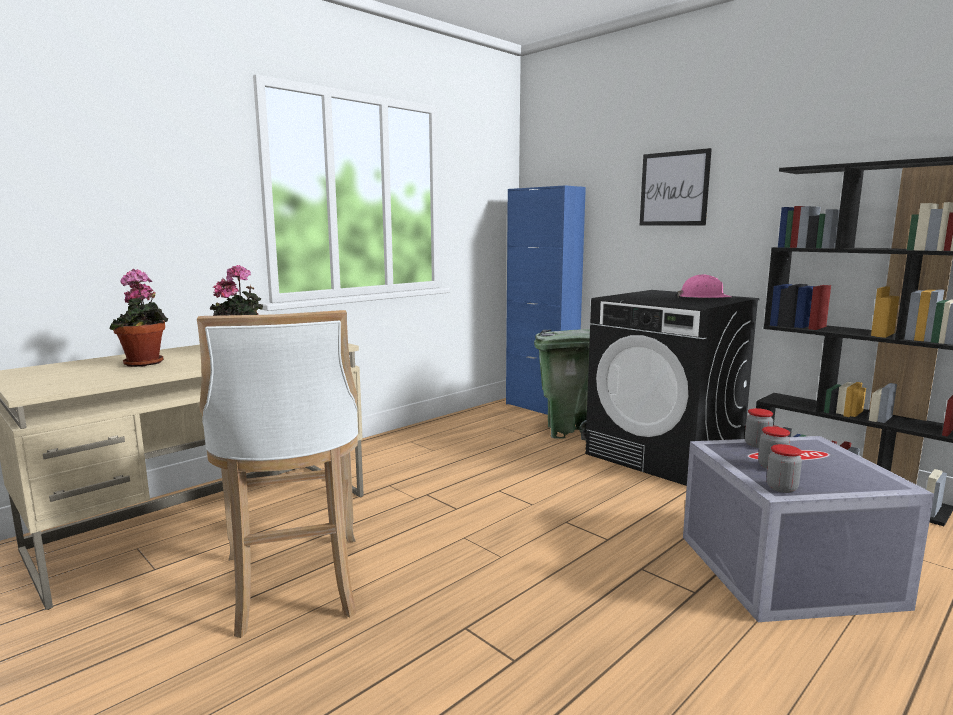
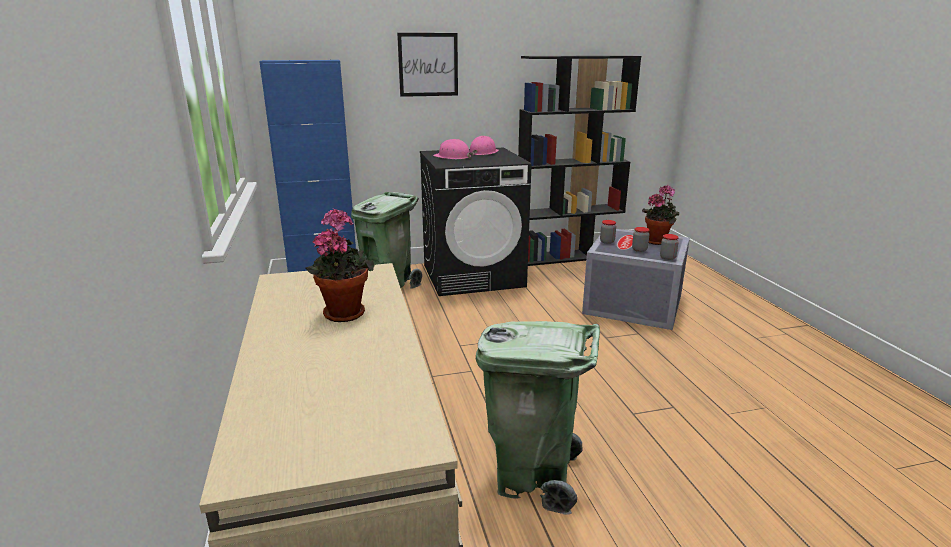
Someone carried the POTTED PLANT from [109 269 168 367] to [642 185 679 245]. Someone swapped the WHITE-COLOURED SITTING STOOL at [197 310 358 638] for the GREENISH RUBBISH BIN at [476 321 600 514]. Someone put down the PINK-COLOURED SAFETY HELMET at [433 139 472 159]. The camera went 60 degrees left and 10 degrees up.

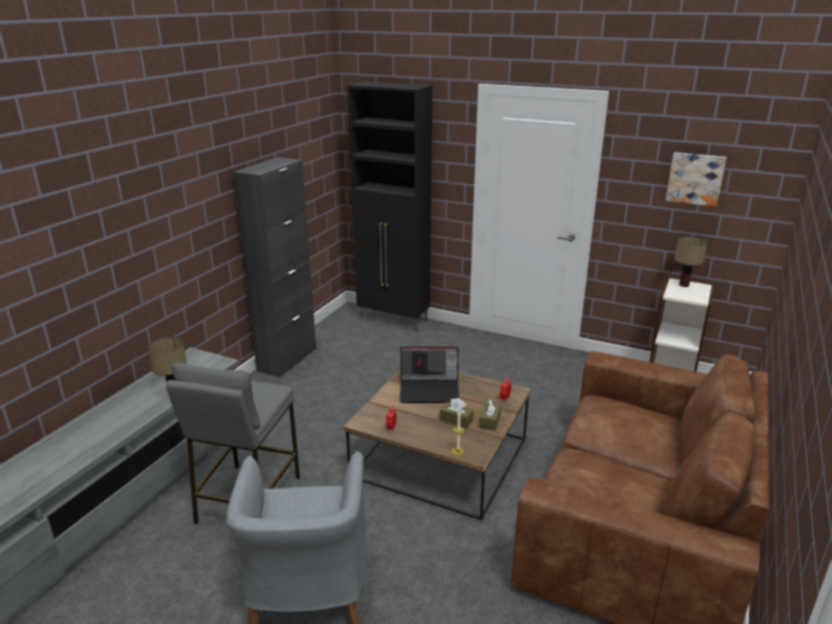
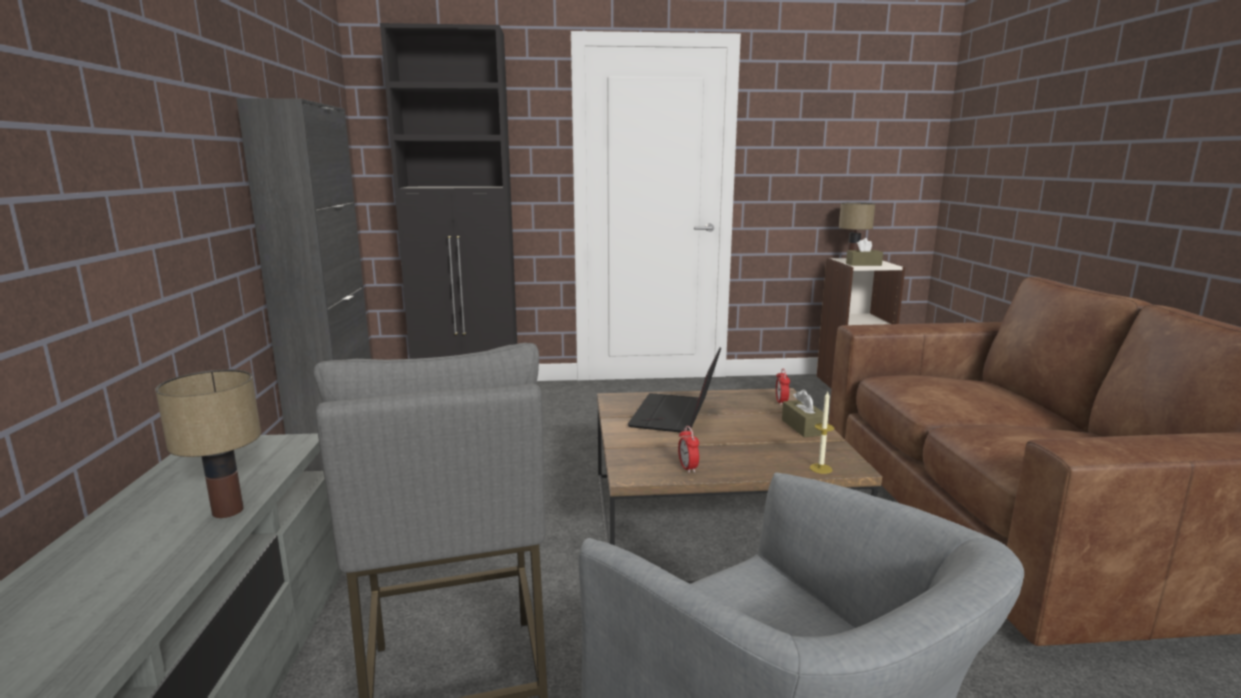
Someone took away the WALL ART at [665 152 727 207]. Someone rotated the NOTEBOOK COMPUTER at [400 347 459 403] by 135 degrees clockwise. Someone carried the BROWNISH TISSUE BOX from [440 398 474 428] to [846 238 883 266]. The camera went 30 degrees left and 10 degrees down.

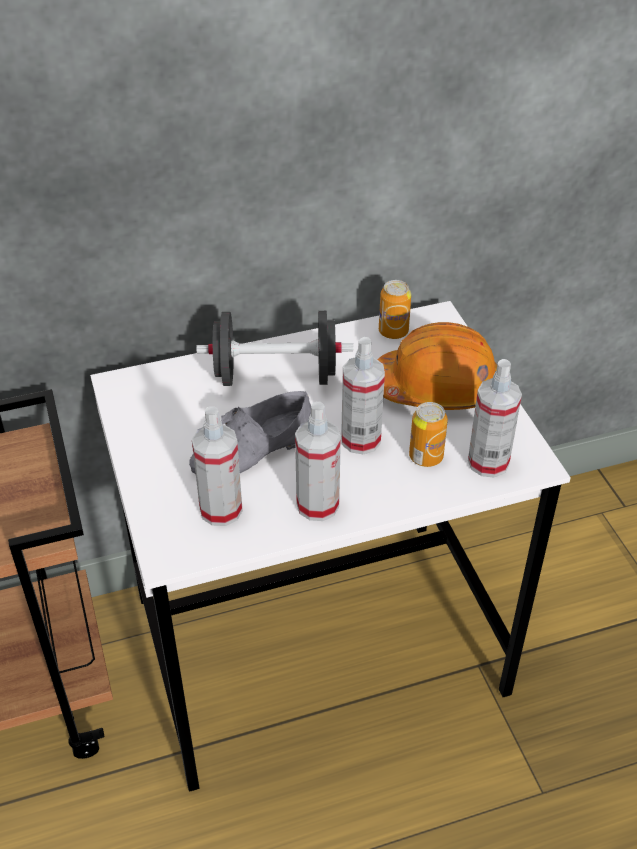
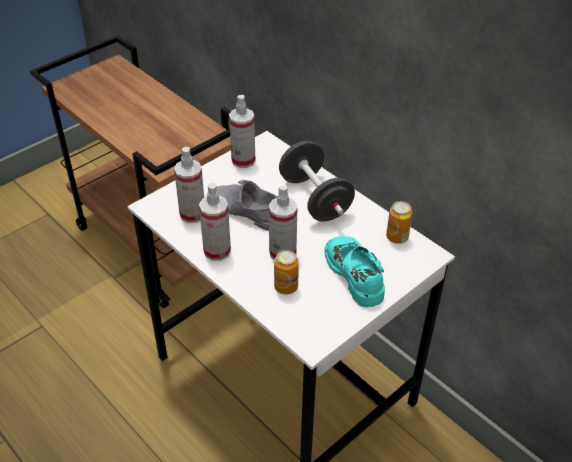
Someone swapped the ORANGEY SAFETY HELMET at [378 322 497 410] for the BLUE-GREEN SHOE at [324 236 385 307]. Someone carried the SPRAYER from [468 359 522 478] to [229 95 255 168]. The camera went 65 degrees right and 0 degrees up.

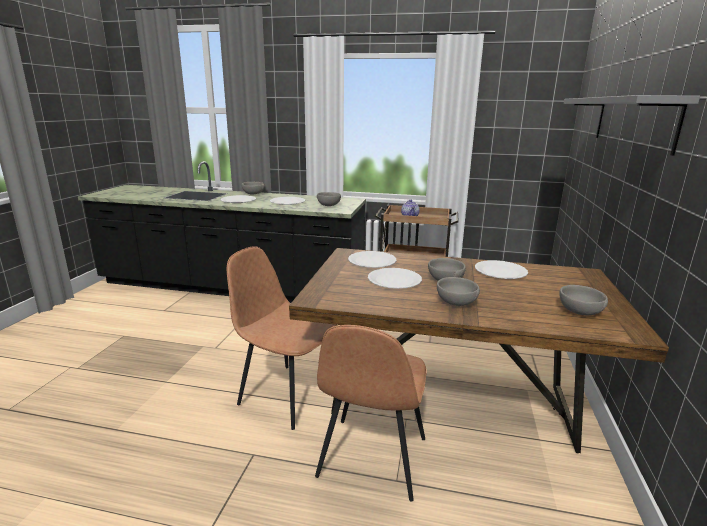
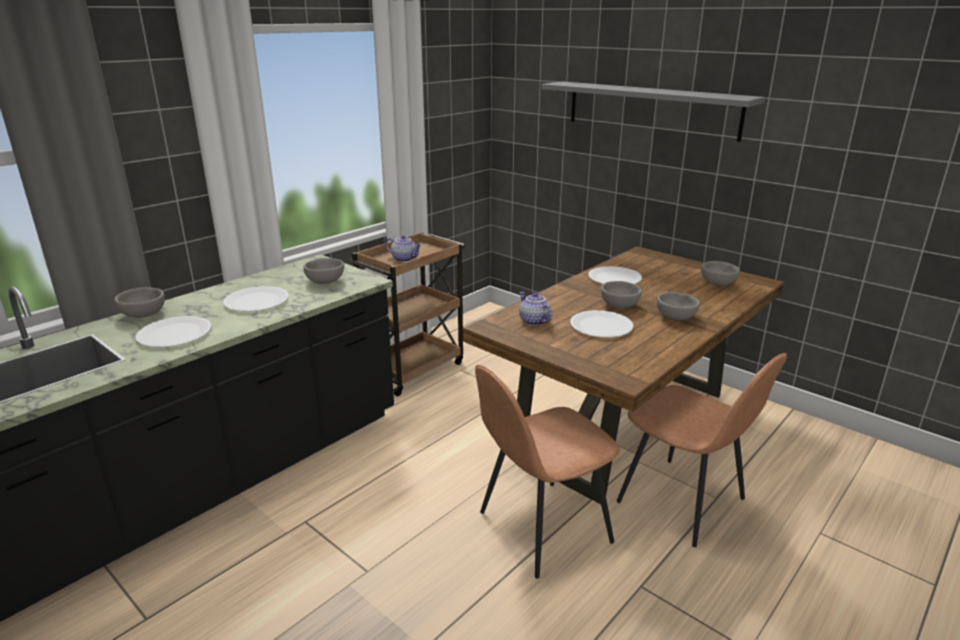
Someone swapped the WHITE-COLOURED PLATE at [348 251 396 268] for the POT FOR TEA at [519 292 552 326]. The camera went 60 degrees left and 5 degrees up.

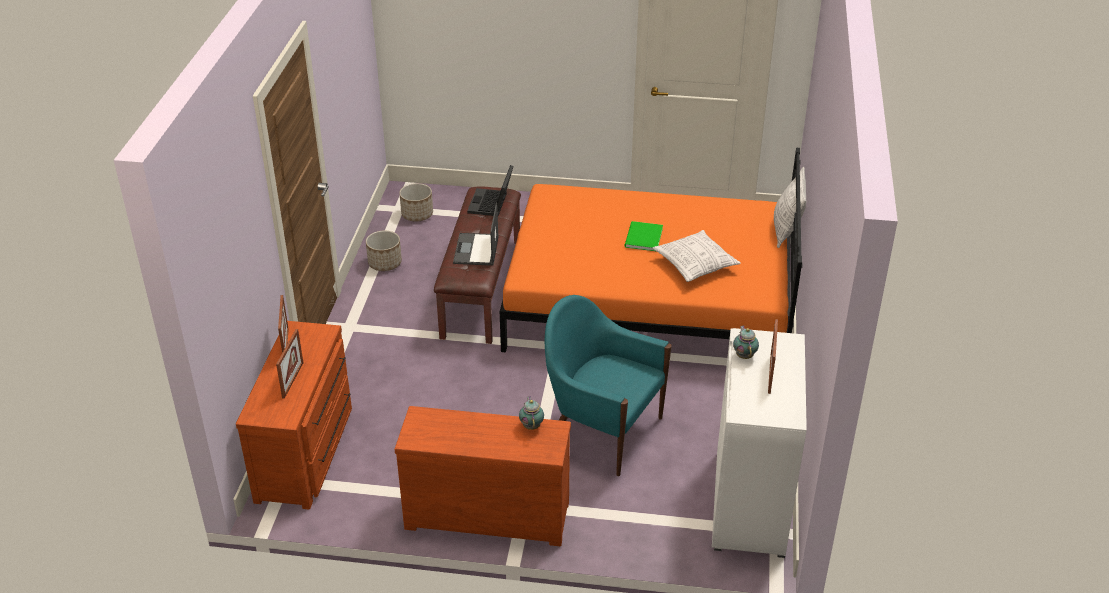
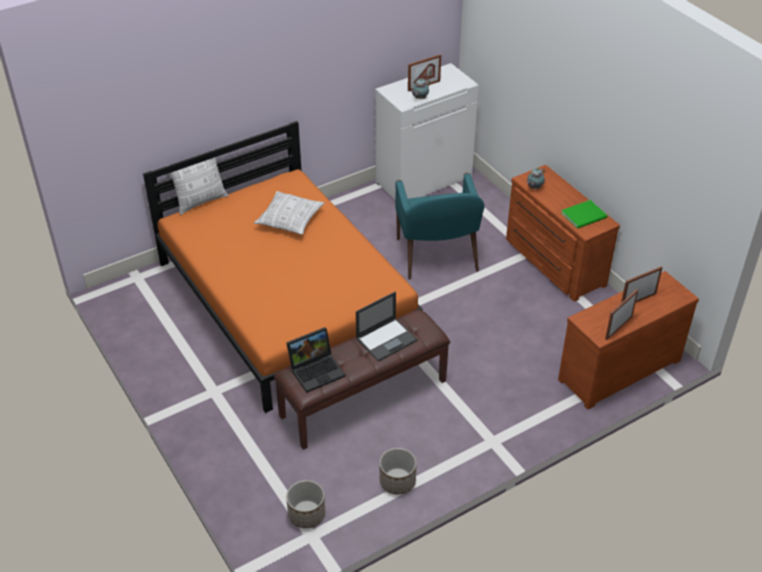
Someone carried the GREENISH VOLUME from [625 221 663 251] to [561 200 607 229]. The camera went 130 degrees left and 5 degrees up.

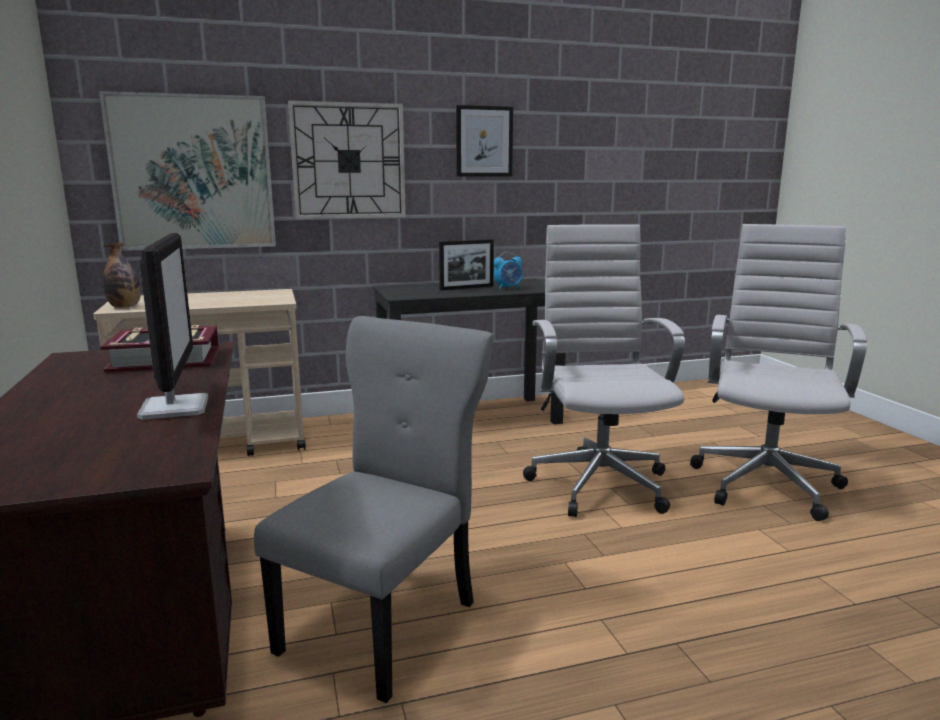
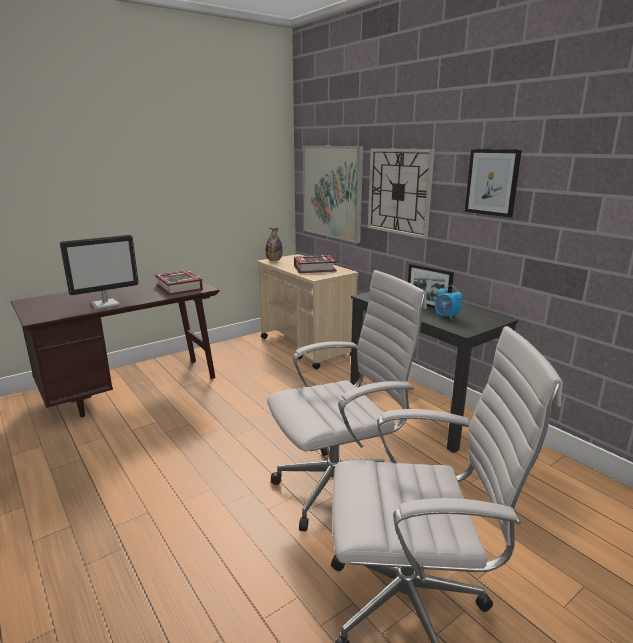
Someone took away the GRAY CHAIR at [254 316 494 703]. Someone put down the VOLUME at [294 255 337 273]. The camera went 70 degrees right and 5 degrees up.

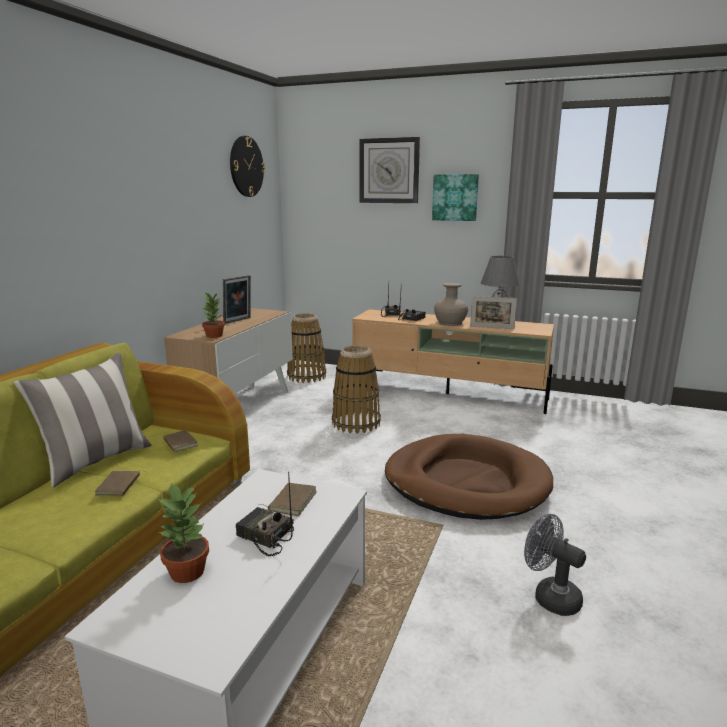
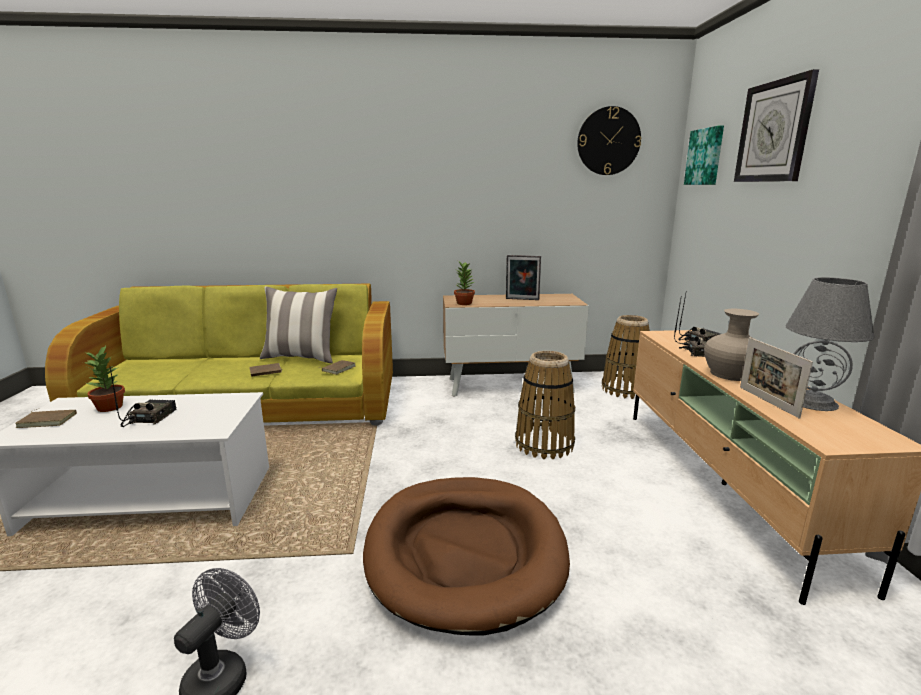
Someone carried the WALL ART from [432 174 479 221] to [684 126 724 185]. Someone carried the BROWNISH VOLUME from [259 483 317 516] to [15 409 77 428]. The camera went 65 degrees right and 0 degrees up.

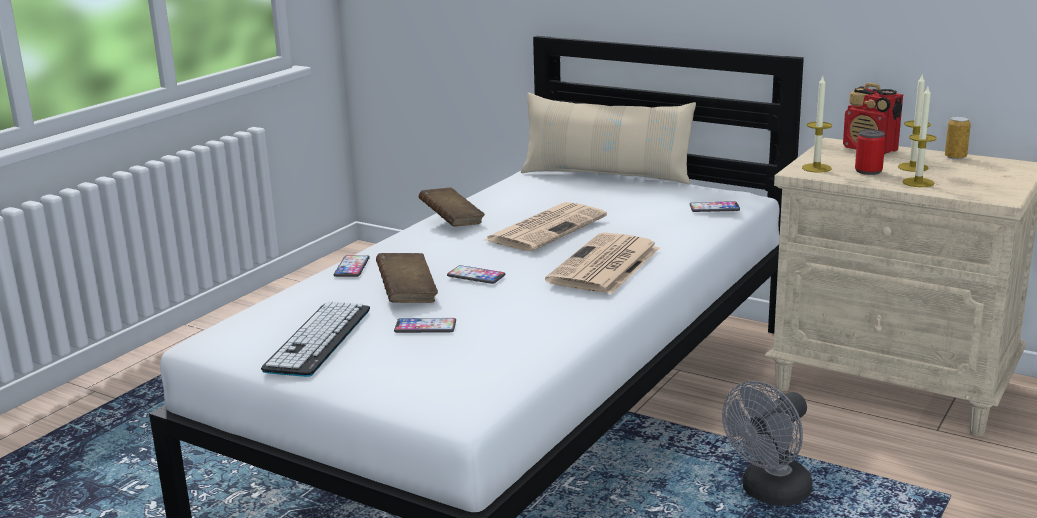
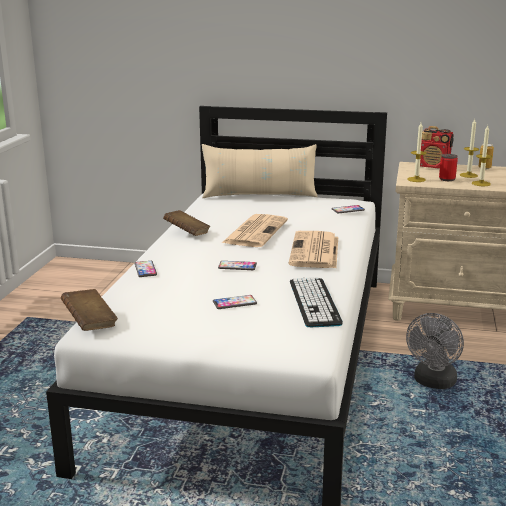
Someone carried the BROWNISH VOLUME from [376 253 438 303] to [61 289 118 331]. Someone carried the COMPUTER KEYBOARD from [261 301 370 377] to [290 277 343 327]. The camera went 20 degrees left and 0 degrees up.

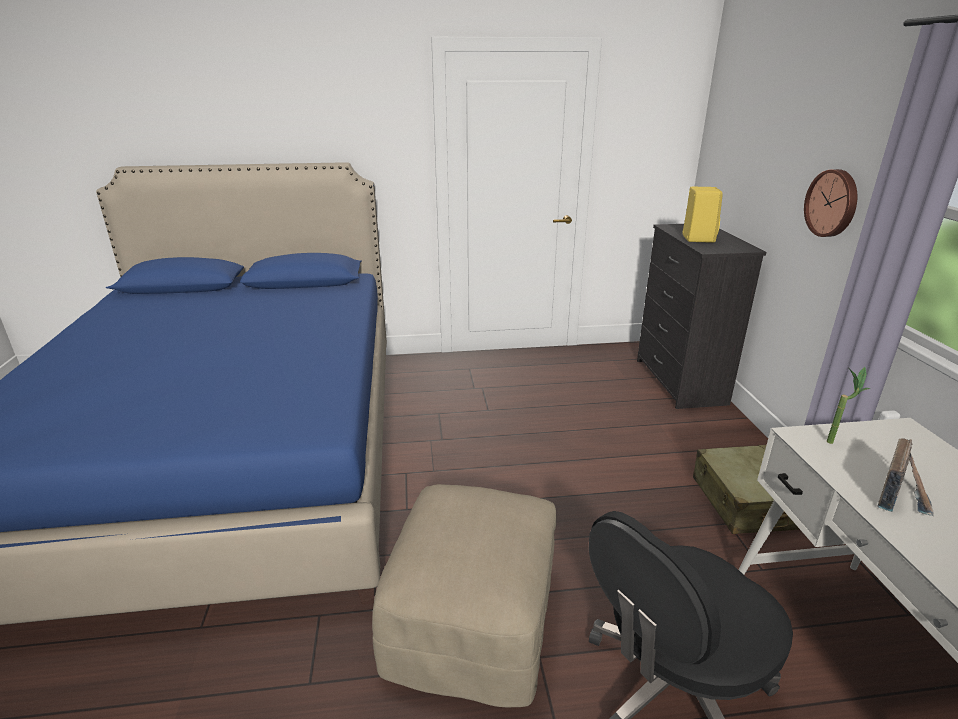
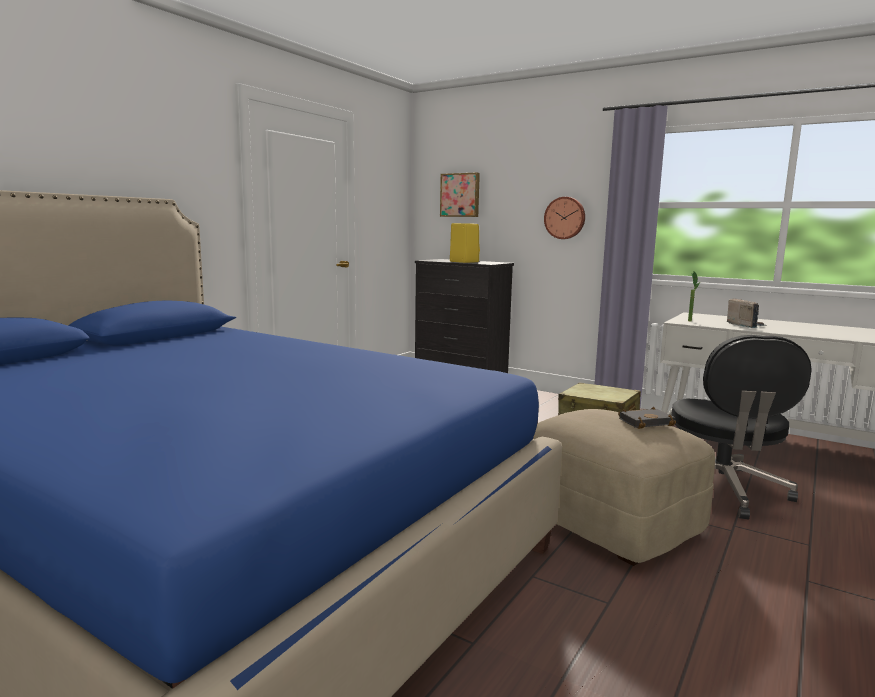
Someone put up the WALL ART at [440 172 480 217]. Someone put down the BLACKISH VOLUME at [618 407 676 429]. The camera went 50 degrees left and 15 degrees down.

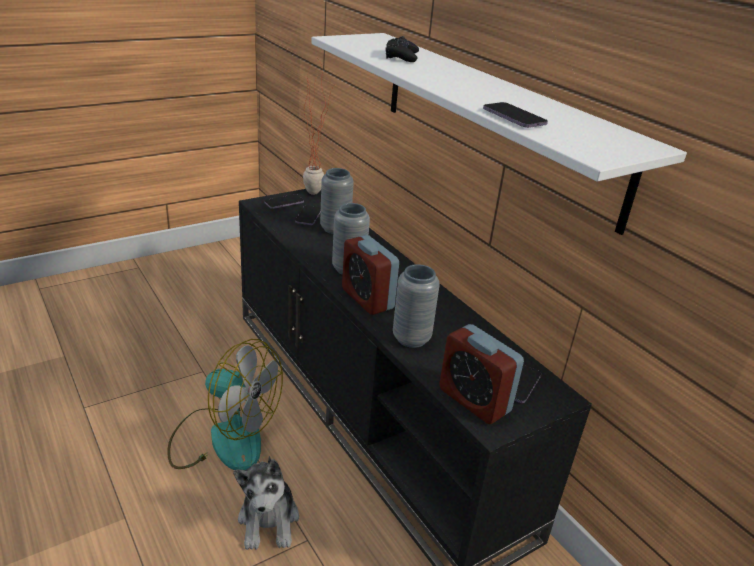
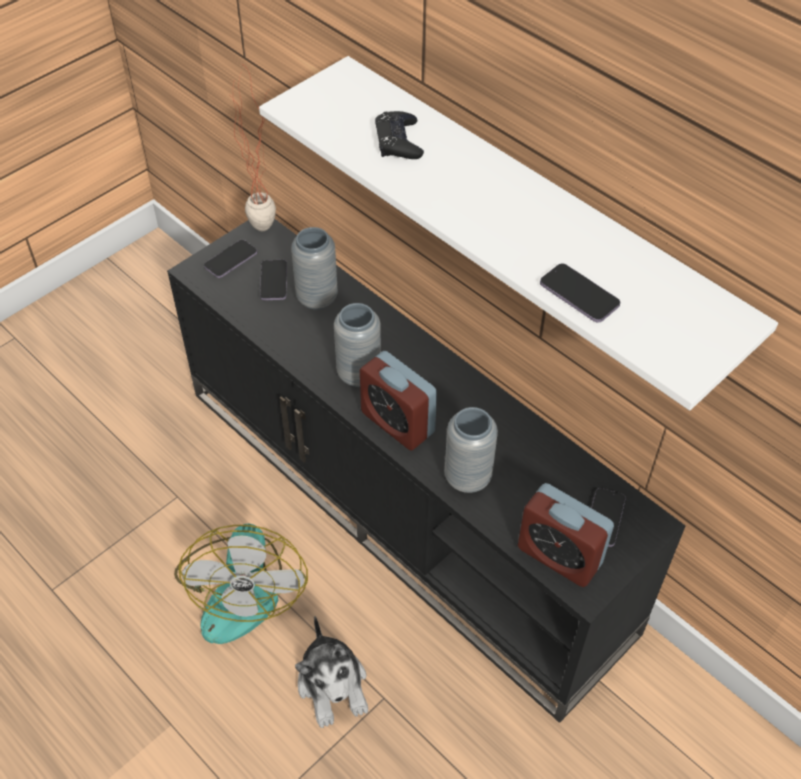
Someone rotated the COOLING FAN at [167 339 283 470] by 75 degrees clockwise. The camera went 10 degrees left and 20 degrees up.

